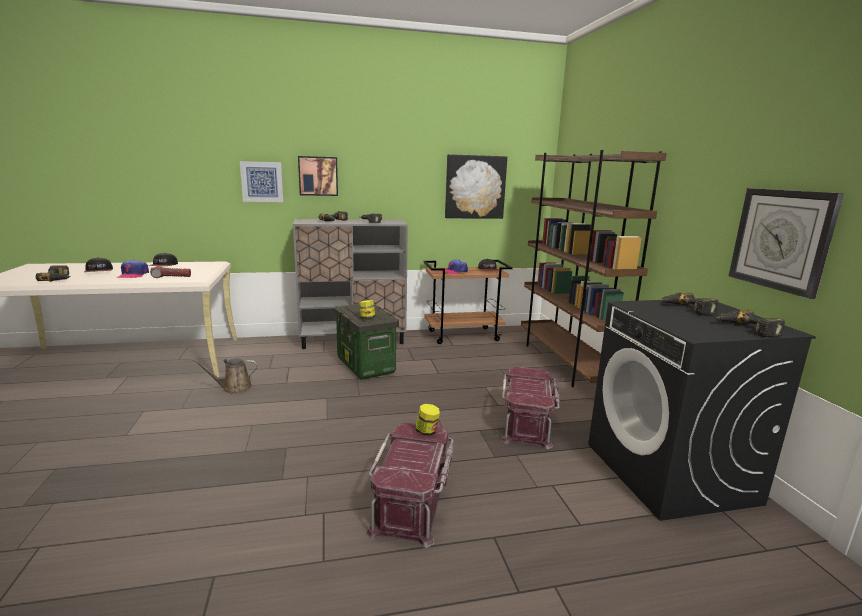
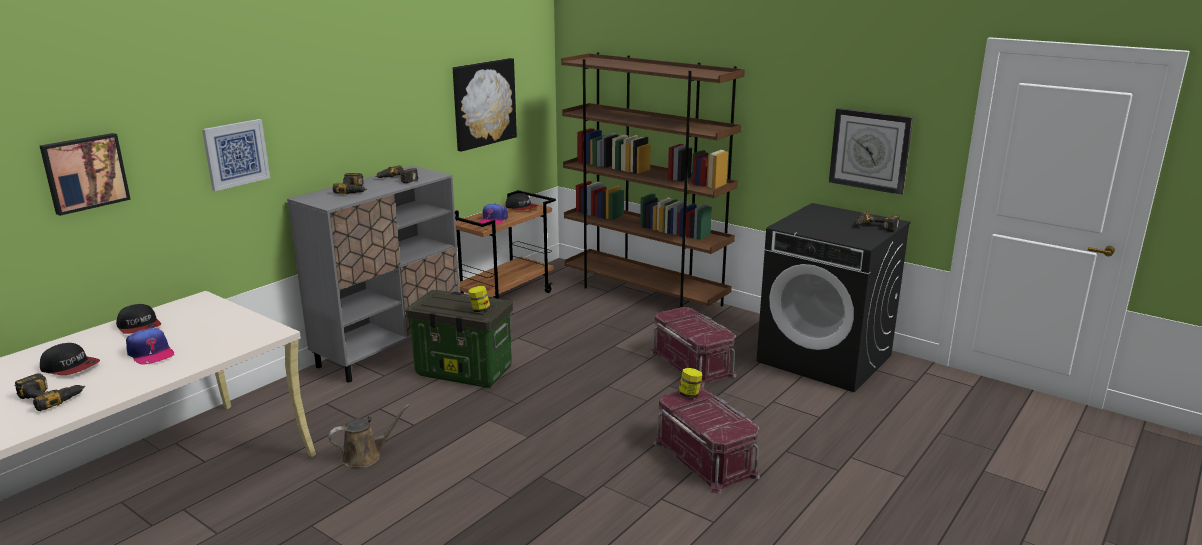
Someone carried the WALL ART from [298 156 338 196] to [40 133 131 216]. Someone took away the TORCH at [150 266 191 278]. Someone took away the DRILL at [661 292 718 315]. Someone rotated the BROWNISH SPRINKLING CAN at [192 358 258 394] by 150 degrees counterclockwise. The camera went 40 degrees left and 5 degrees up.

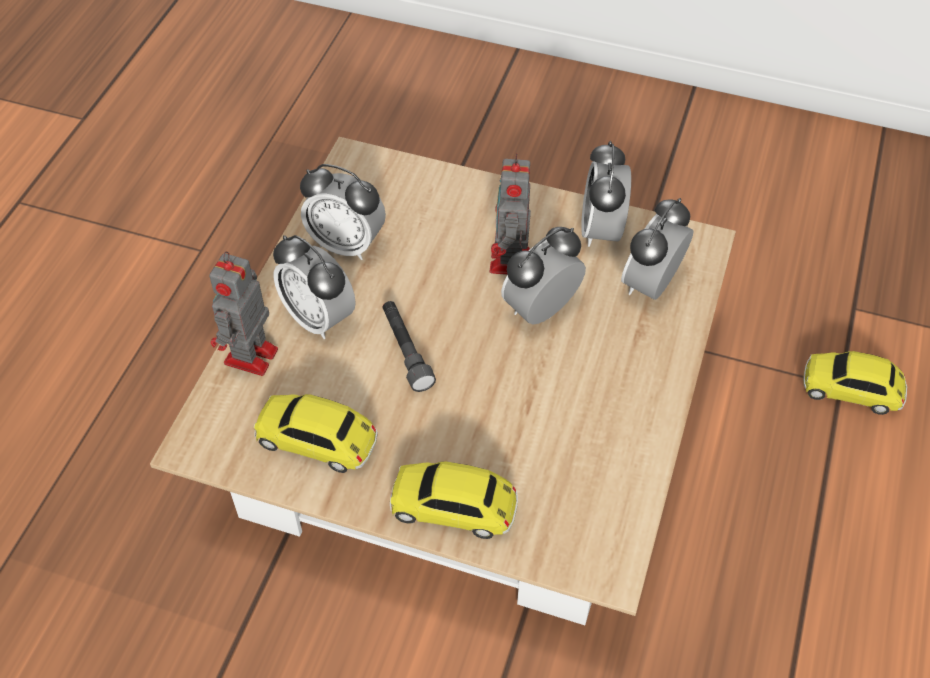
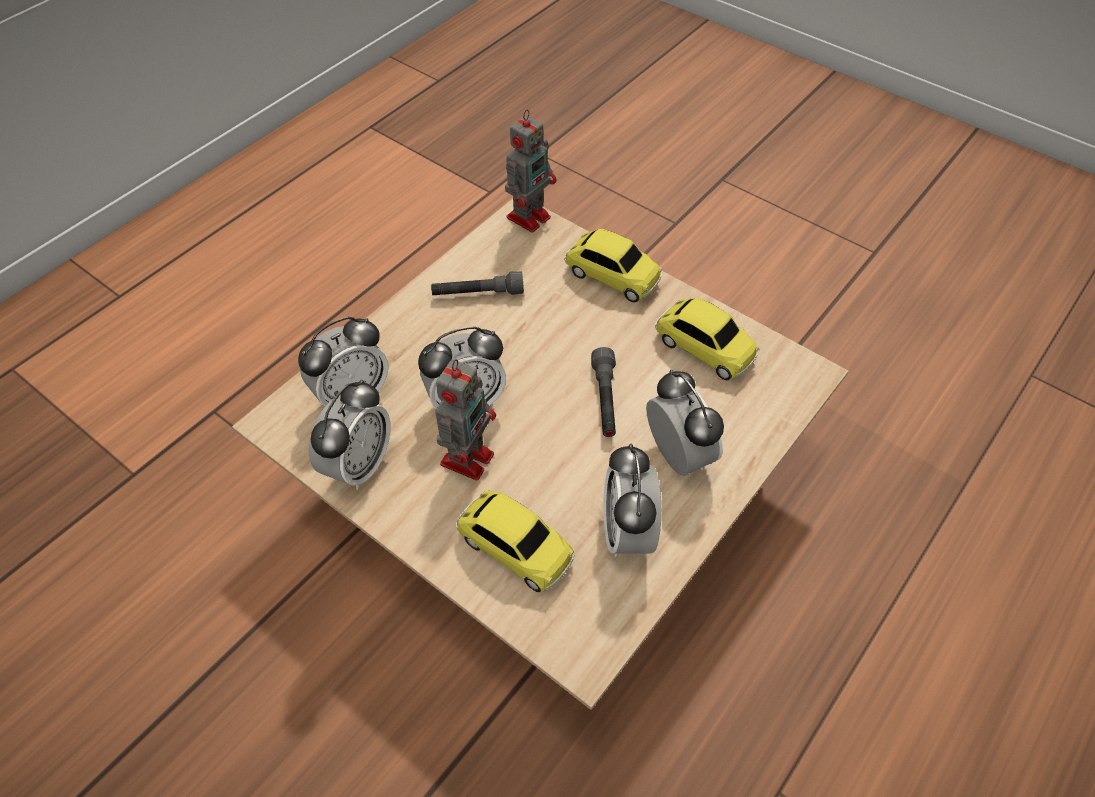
Someone rotated the TABLE CLOCK at [300 164 386 260] by 135 degrees counterclockwise. Someone carried the MODEL ROBOT from [209 252 278 376] to [505 110 556 233]. Someone carried the MODEL CAR from [803 351 907 415] to [456 491 575 592]. Someone put down the GRAY TORCH at [431 272 524 295]. The camera went 160 degrees left and 0 degrees up.

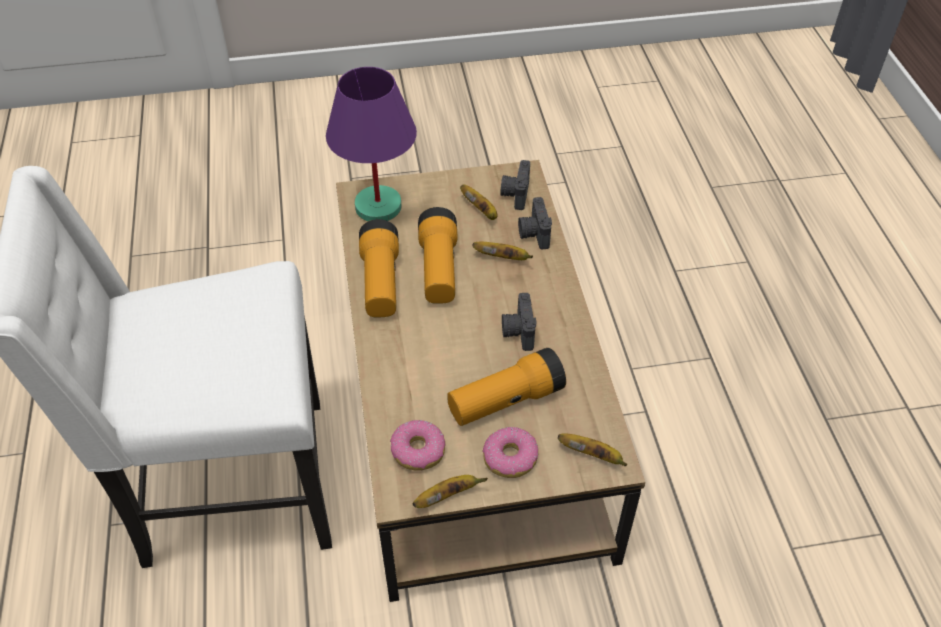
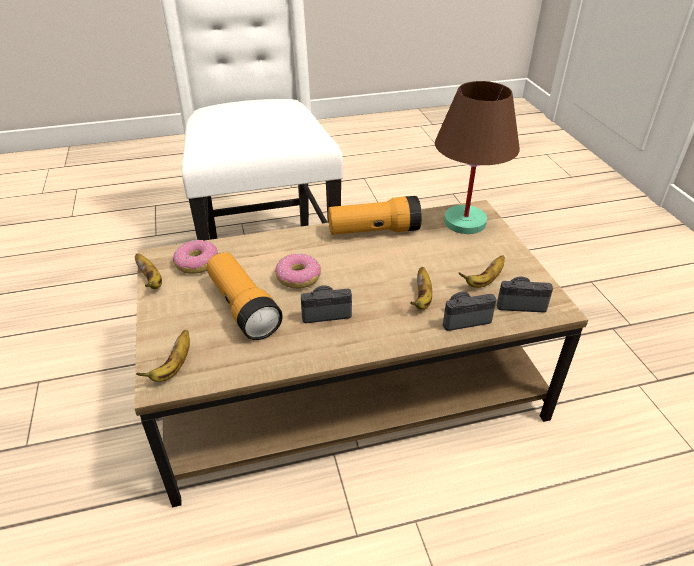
Someone repainted the PURPLISH LAMP FOR A TABLE at [326 67 417 221], which became the BROWNISH LAMP FOR A TABLE at [435 81 520 234]. Someone took away the TORCH at [418 207 458 304]. Someone carried the DOUGHNUT from [483 427 538 478] to [275 253 321 289]. The camera went 85 degrees right and 10 degrees down.

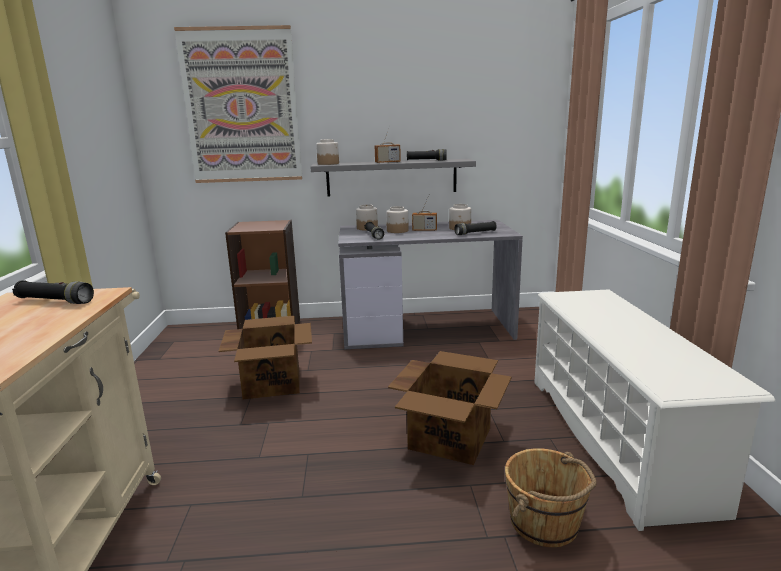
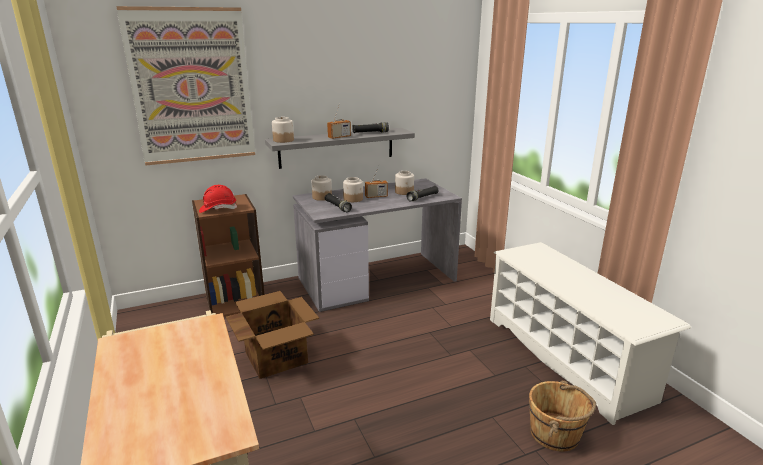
Someone took away the BLACKISH TORCH at [12 280 94 304]. Someone took away the CARDBOARD BOX at [388 351 511 465]. Someone put down the RED-COLOURED SAFETY HELMET at [199 185 237 213]. The camera went 20 degrees left and 5 degrees up.

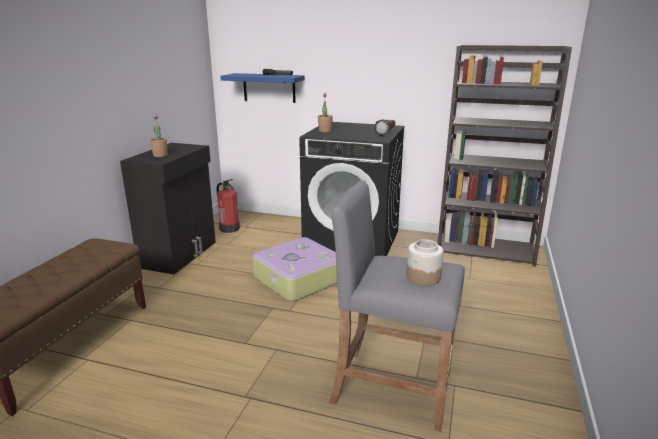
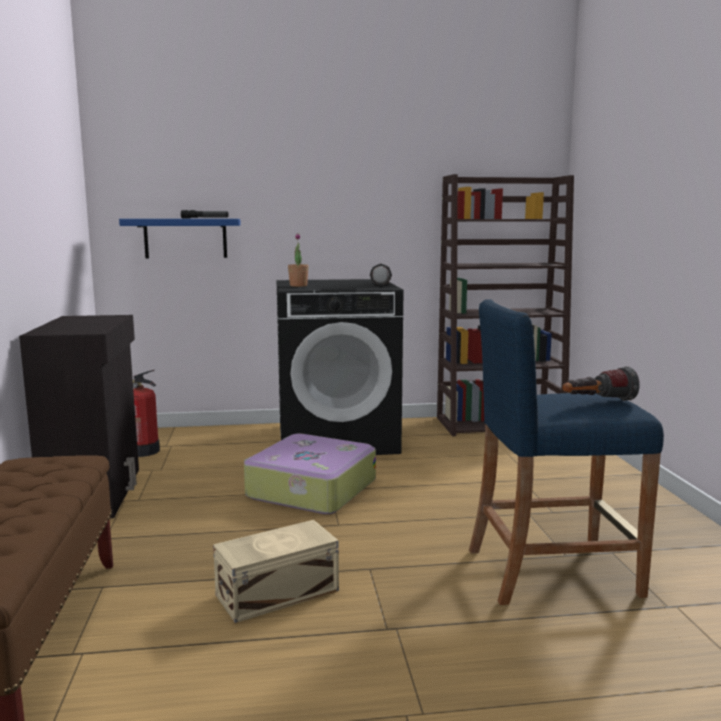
Someone took away the POTTED PLANT at [150 114 167 157]. Someone repainted the GRAY SITTING STOOL at [329 180 465 432], which became the BLUISH SITTING STOOL at [469 299 664 605]. Someone swapped the JAR at [406 239 444 286] for the TORCH at [562 366 640 401]. Someone put down the BEIGE-COLOURED STORAGE BIN at [213 520 339 623]. The camera went 25 degrees left and 10 degrees down.

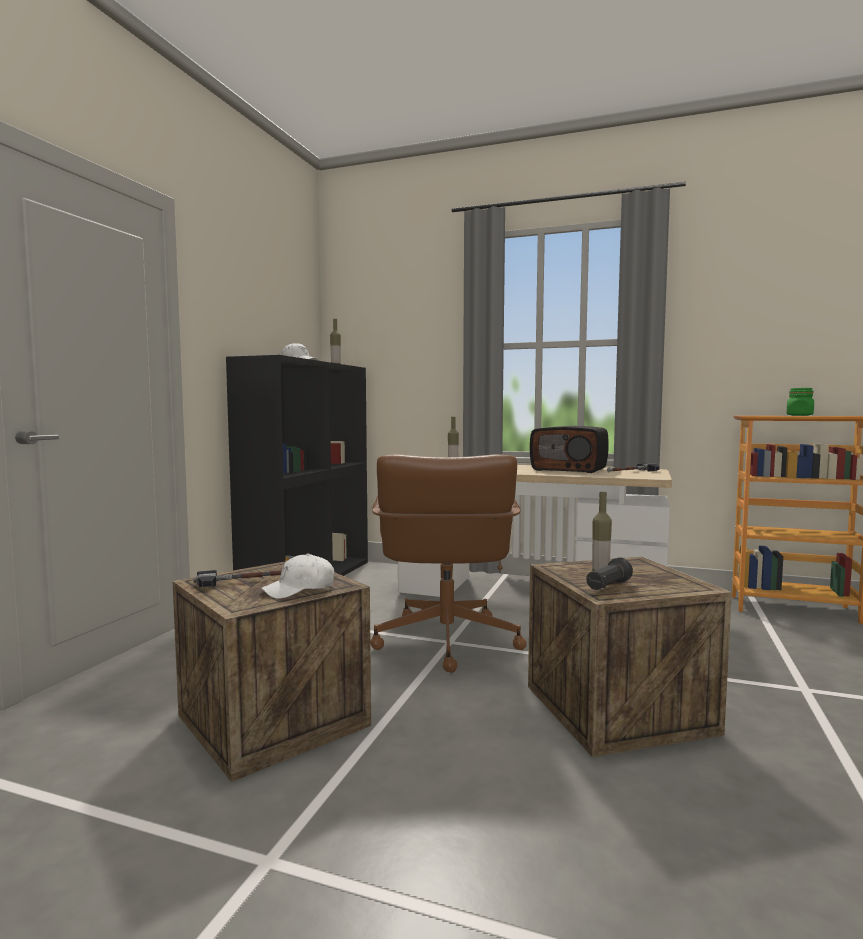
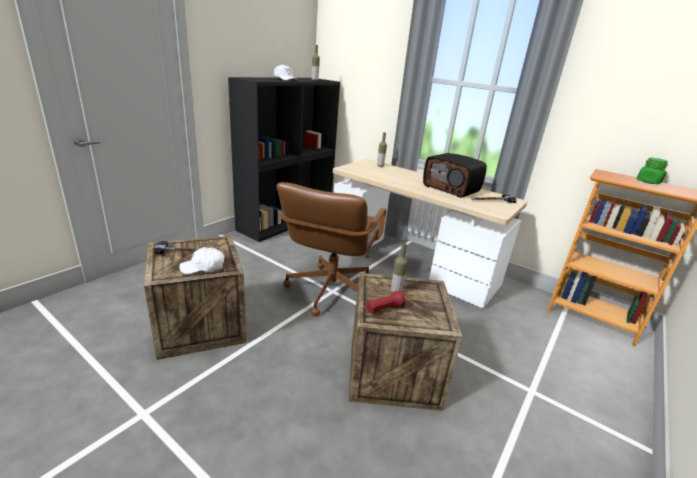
Someone repainted the BLACKISH TORCH at [586 557 633 590], which became the RED-COLOURED TORCH at [366 291 406 314]. The camera went 15 degrees right and 20 degrees up.

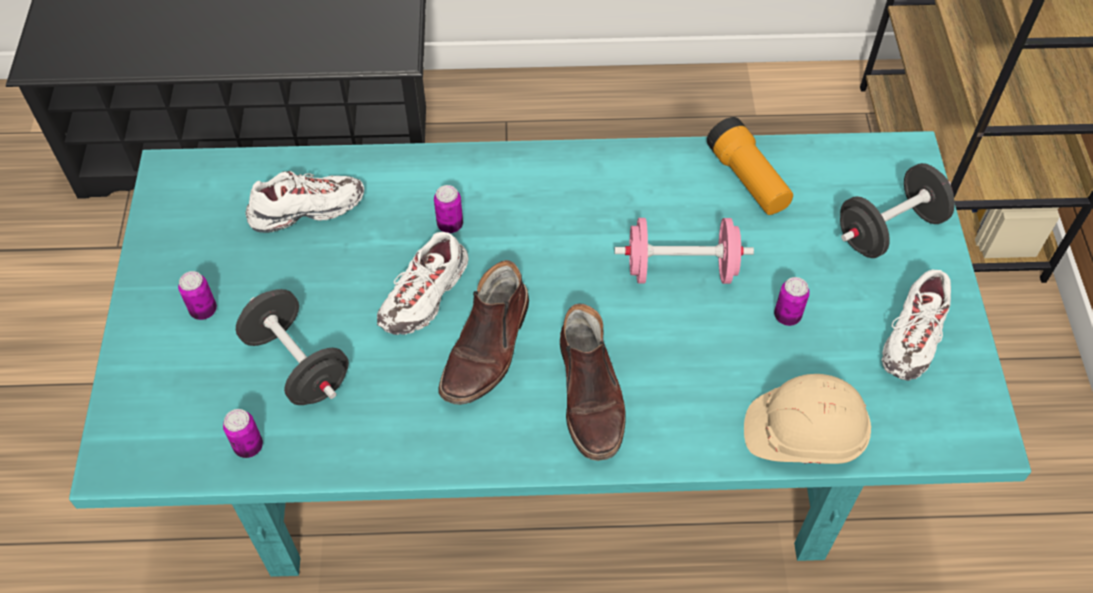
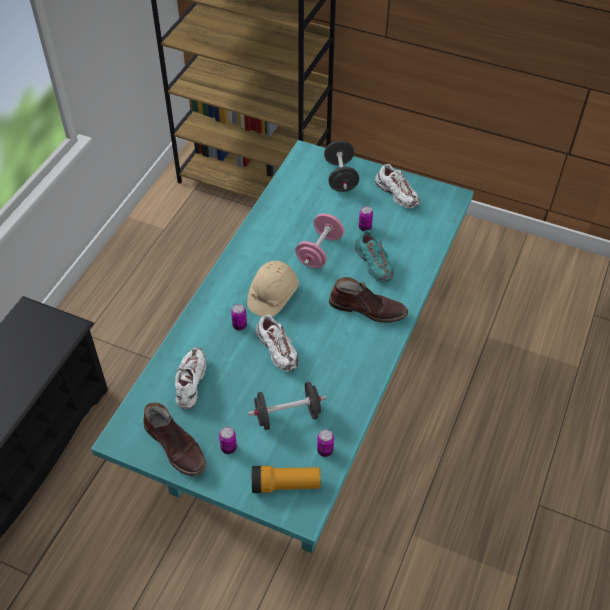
Someone carried the TORCH from [707 117 793 215] to [251 466 321 493]. Someone carried the BROWNISH HIGH-TOP BOOT from [438 260 529 405] to [143 403 206 476]. Someone carried the BEIGE-COLOURED SAFETY HELMET from [744 374 871 464] to [247 261 299 317]. Someone put down the BLUE-GREEN SHOE at [355 230 394 282]. The camera went 65 degrees left and 5 degrees down.

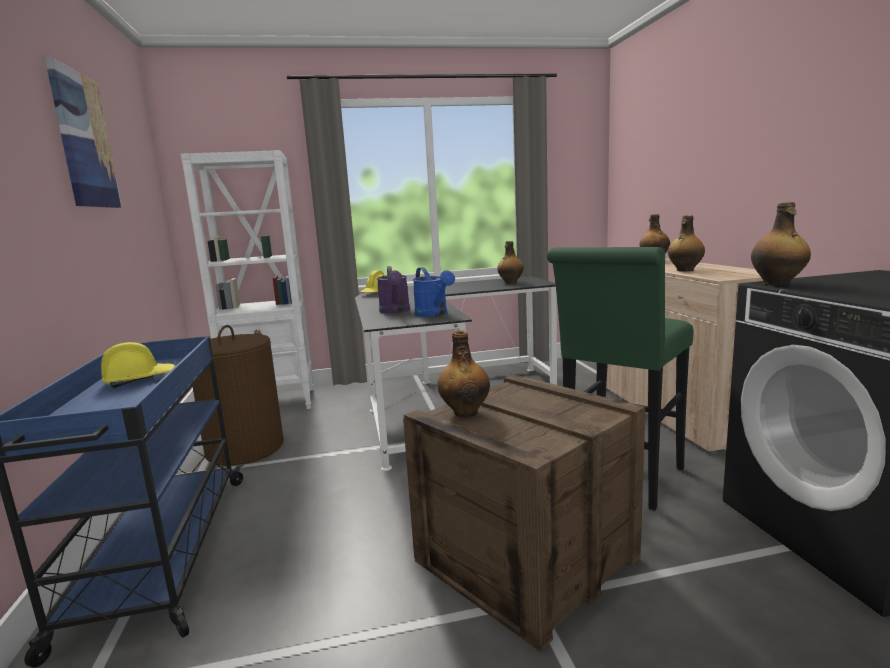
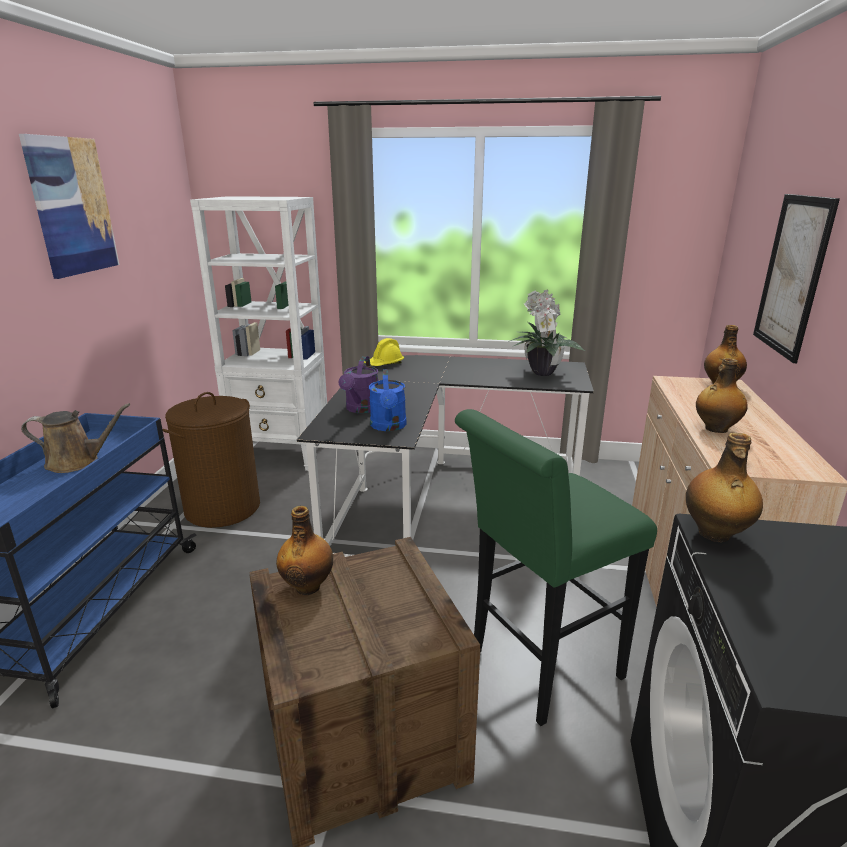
Someone swapped the BOTTLE at [497 241 523 284] for the POTTED PLANT at [508 289 585 376]. Someone swapped the YELLOWISH SAFETY HELMET at [101 342 175 388] for the BROWNISH SPRINKLING CAN at [21 403 130 473]. Someone put up the WALL ART at [753 194 840 363]. The camera went 20 degrees right and 10 degrees up.

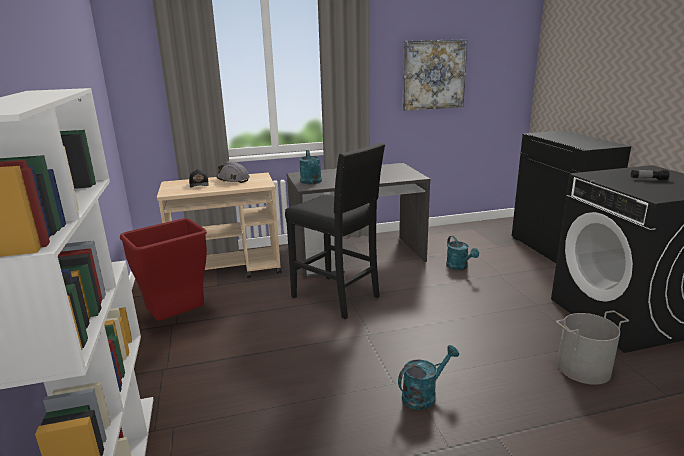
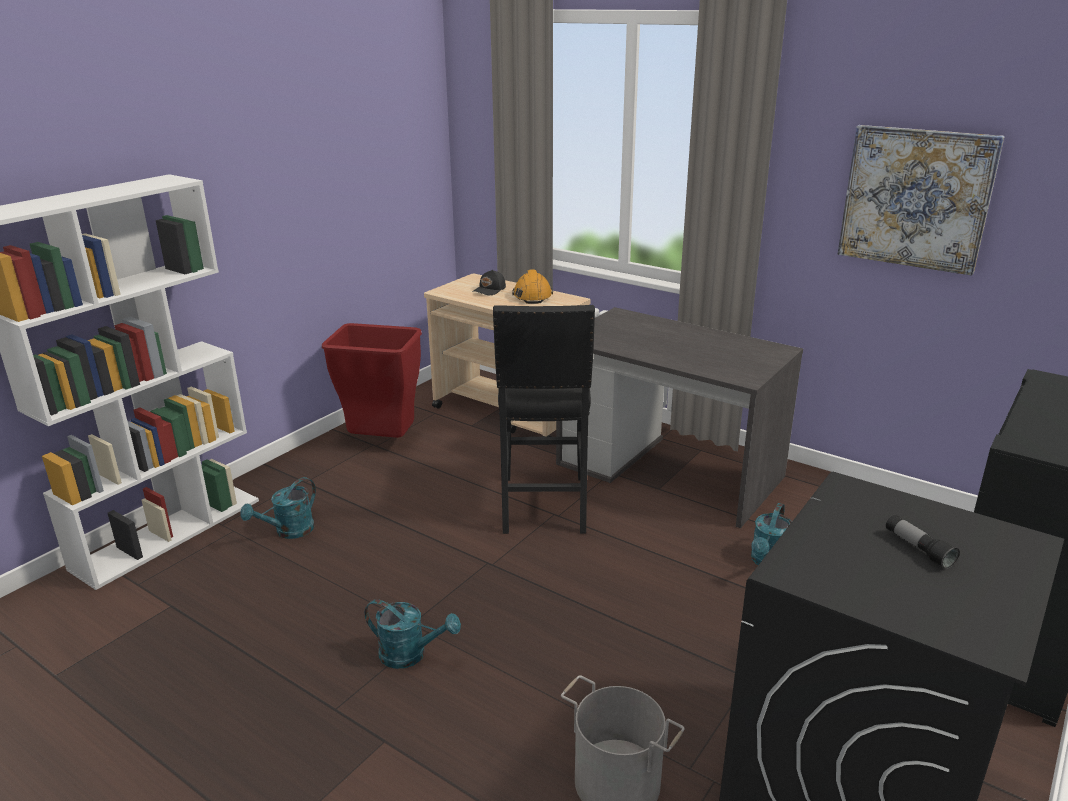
Someone carried the BLUE-GREEN SPRINKLING CAN from [299 150 322 184] to [240 477 316 539]. Someone repainted the GRAY SAFETY HELMET at [217 161 250 183], which became the ORANGEY SAFETY HELMET at [512 269 553 304]. The camera went 50 degrees right and 5 degrees up.

